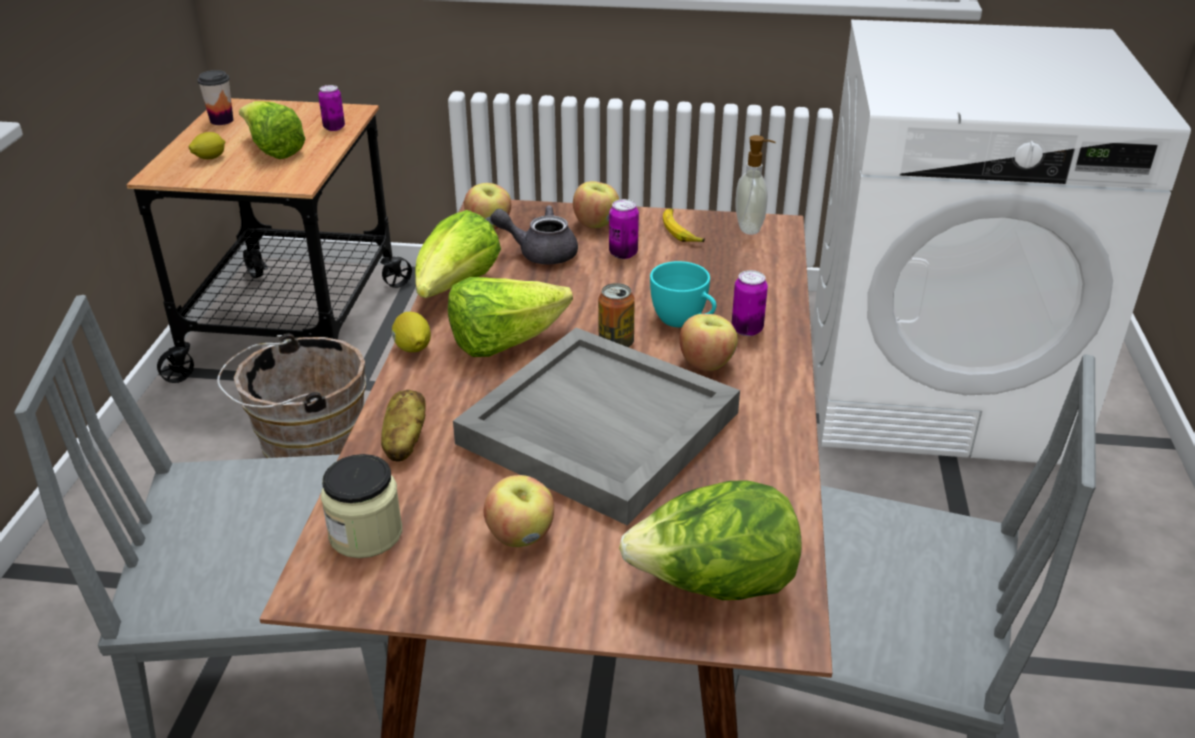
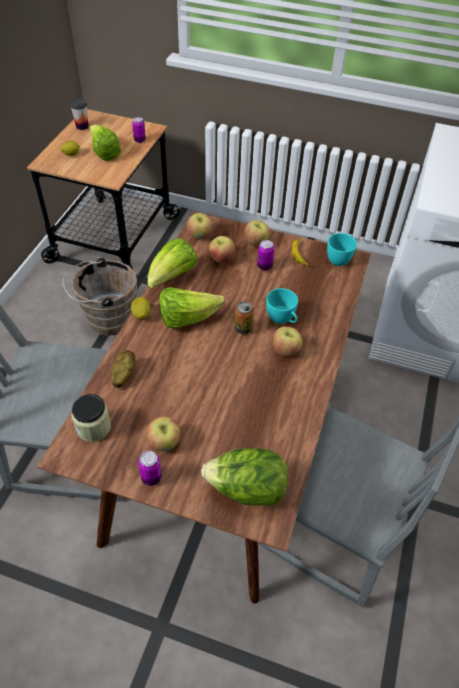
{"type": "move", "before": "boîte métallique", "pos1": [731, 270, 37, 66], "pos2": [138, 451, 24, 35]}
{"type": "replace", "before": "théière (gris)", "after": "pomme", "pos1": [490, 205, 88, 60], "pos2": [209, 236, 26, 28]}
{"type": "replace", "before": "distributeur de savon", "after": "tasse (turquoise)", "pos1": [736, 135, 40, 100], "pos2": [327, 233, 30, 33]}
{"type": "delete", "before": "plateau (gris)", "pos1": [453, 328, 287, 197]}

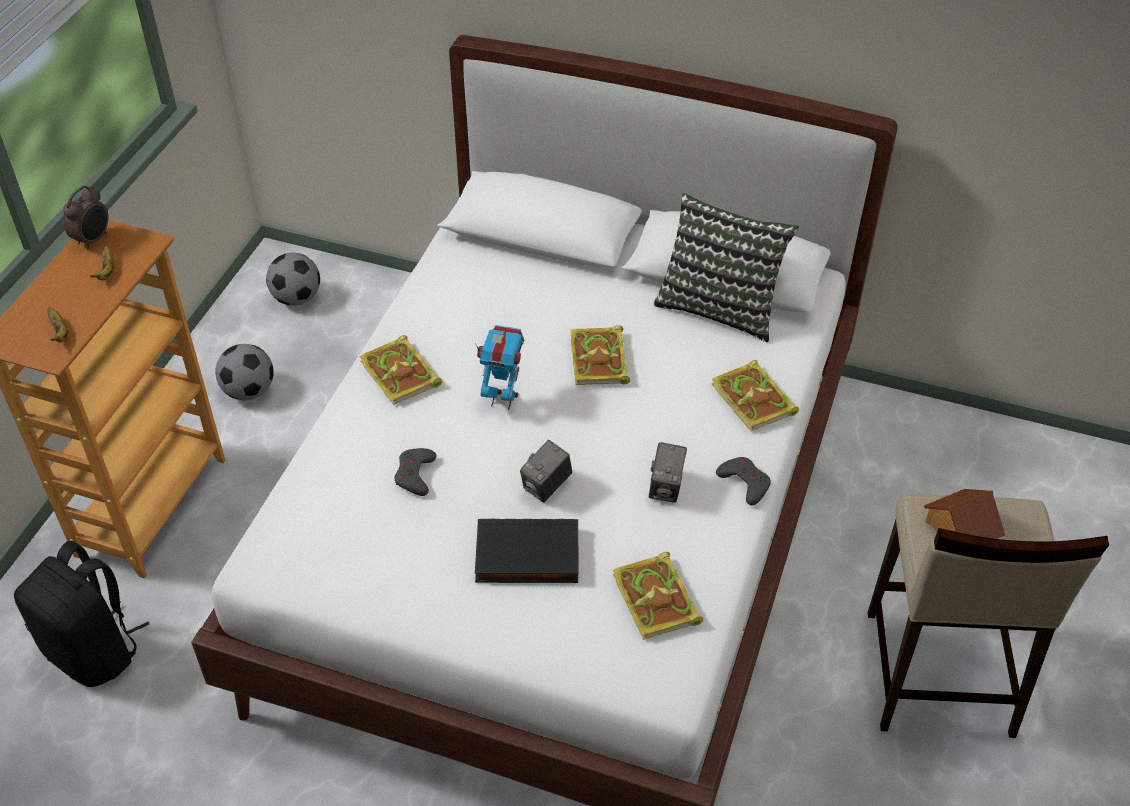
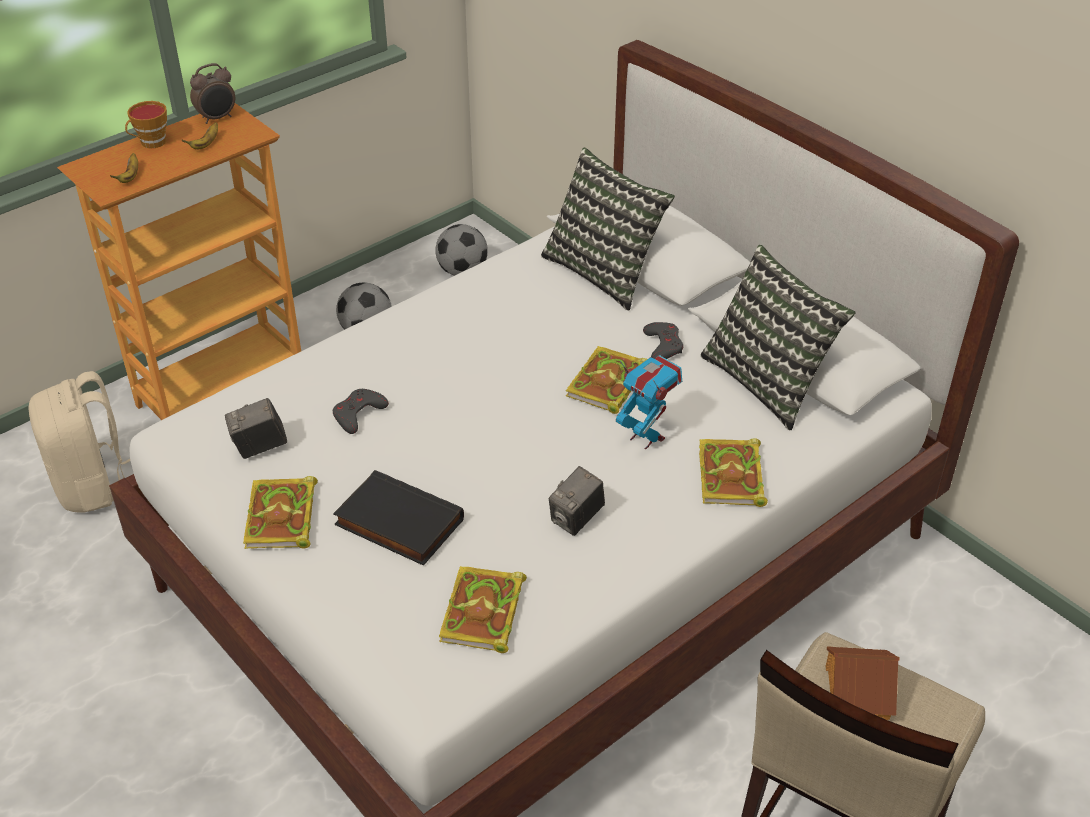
{"type": "recolor", "before": "sac à dos (noir)", "after": "sac à dos (beige)", "pos1": [14, 541, 135, 146], "pos2": [29, 371, 101, 142]}
{"type": "insert", "after": "tasse", "pos2": [125, 101, 42, 47]}
{"type": "move", "before": "appareil photo", "pos1": [520, 440, 52, 62], "pos2": [225, 398, 62, 61]}
{"type": "move", "before": "livre", "pos1": [359, 335, 83, 70], "pos2": [243, 476, 75, 73]}
{"type": "insert", "after": "coussin", "pos2": [541, 148, 134, 163]}
{"type": "move", "before": "robot jouet", "pos1": [475, 325, 49, 85], "pos2": [616, 355, 66, 95]}
{"type": "move", "before": "manette (gris)", "pos1": [716, 457, 55, 49], "pos2": [643, 322, 41, 37]}

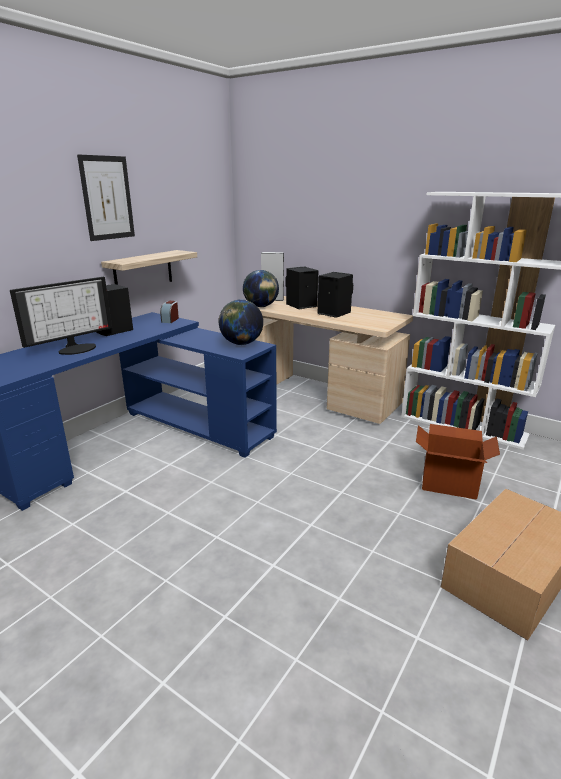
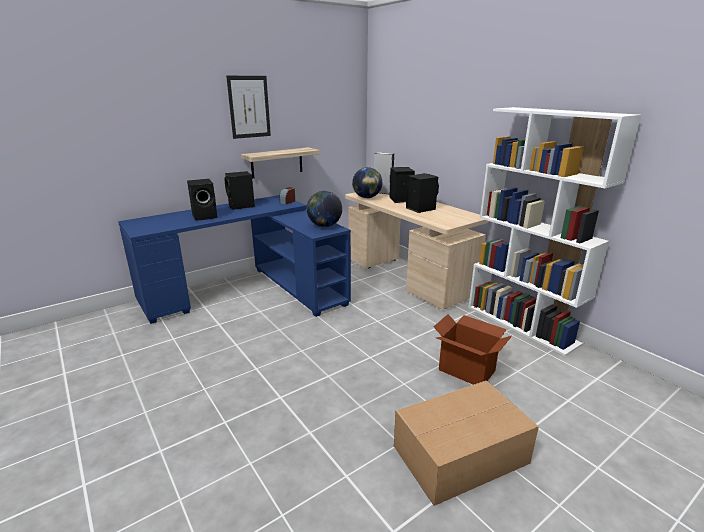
{"type": "replace", "before": "écran d'ordinateur", "after": "enceinte (noir)", "pos1": [10, 277, 102, 78], "pos2": [187, 179, 31, 42]}

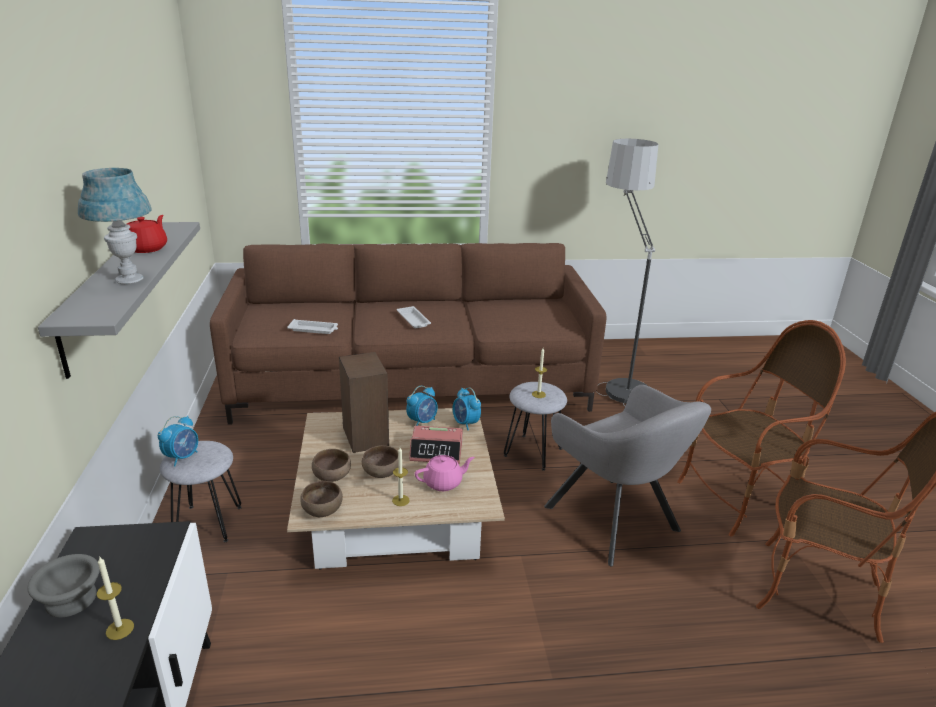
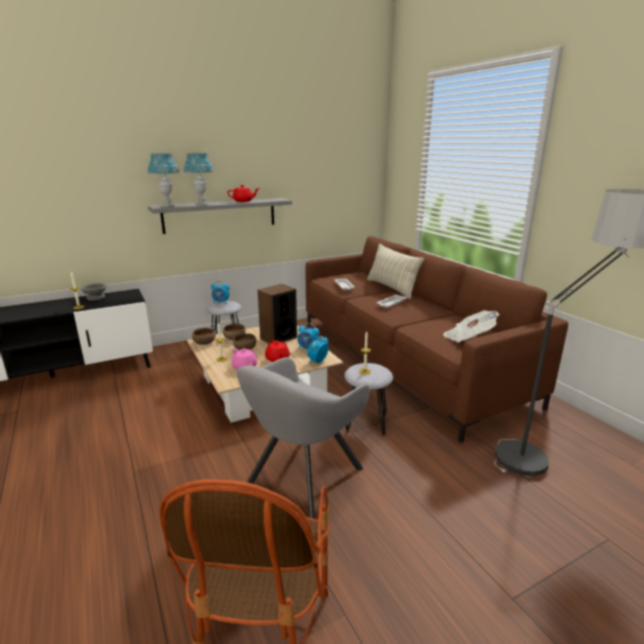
{"type": "insert", "after": "lampe de table (bleu)", "pos2": [148, 153, 32, 54]}
{"type": "replace", "before": "réveil", "after": "théière (rouge)", "pos1": [409, 426, 54, 38], "pos2": [265, 340, 25, 22]}
{"type": "insert", "after": "coussin", "pos2": [367, 244, 57, 55]}
{"type": "insert", "after": "journal", "pos2": [443, 310, 56, 33]}
{"type": "delete", "before": "fauteuil", "pos1": [677, 320, 169, 217]}

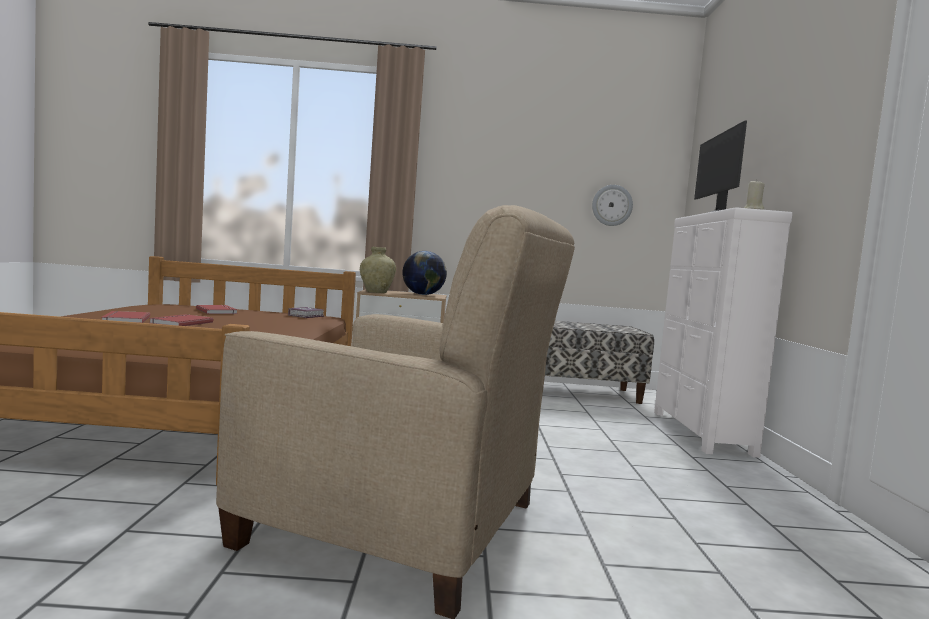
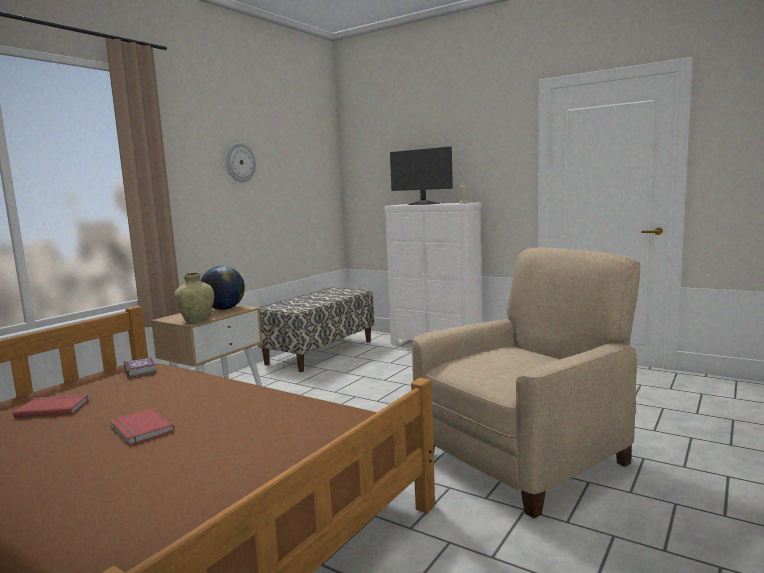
{"type": "move", "before": "horloge murale", "pos1": [592, 185, 41, 41], "pos2": [226, 143, 30, 39]}
{"type": "delete", "before": "livre (rouge)", "pos1": [101, 311, 49, 12]}

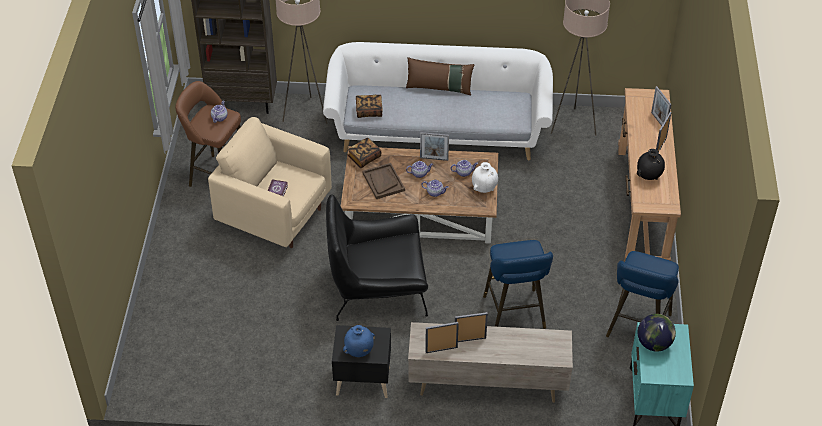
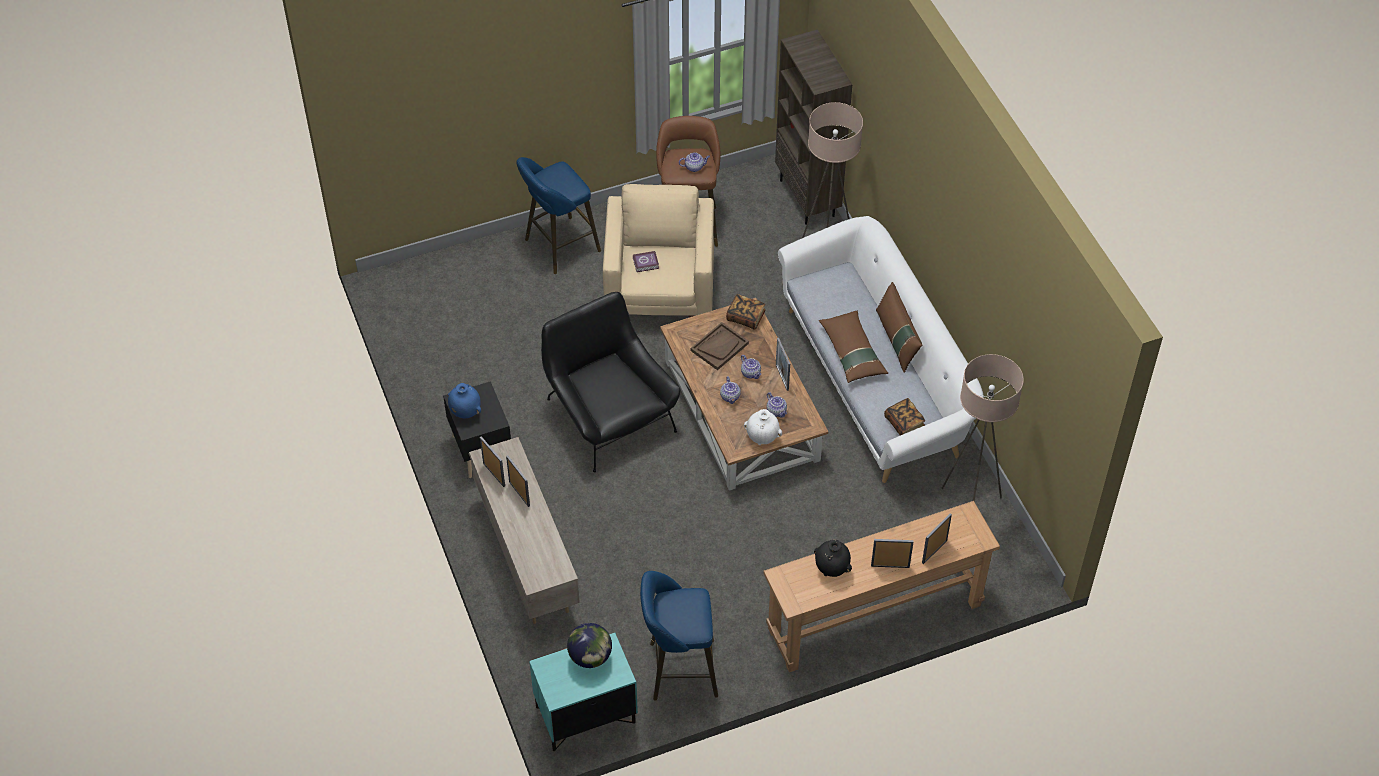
{"type": "move", "before": "tabouret (bleu)", "pos1": [483, 240, 70, 89], "pos2": [516, 157, 85, 117]}
{"type": "insert", "after": "coussin (marron)", "pos2": [819, 311, 69, 72]}
{"type": "move", "before": "livre", "pos1": [356, 95, 26, 23], "pos2": [884, 398, 41, 37]}

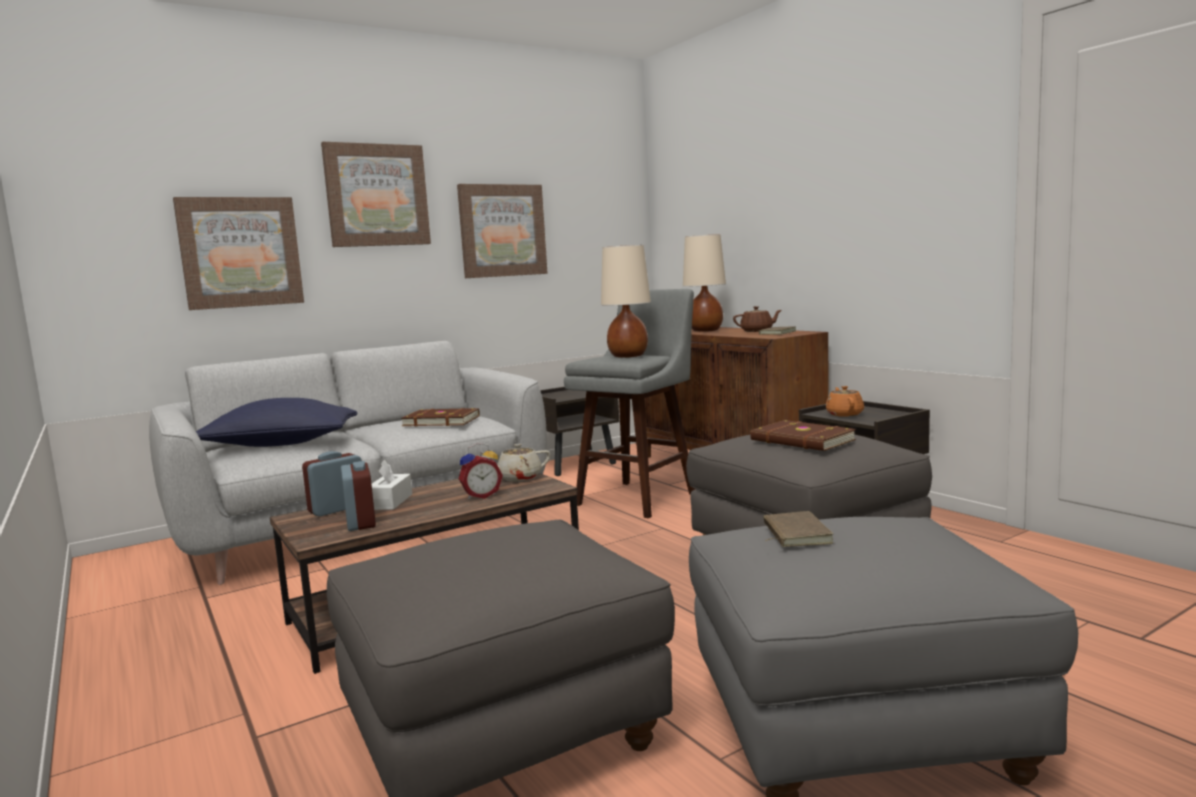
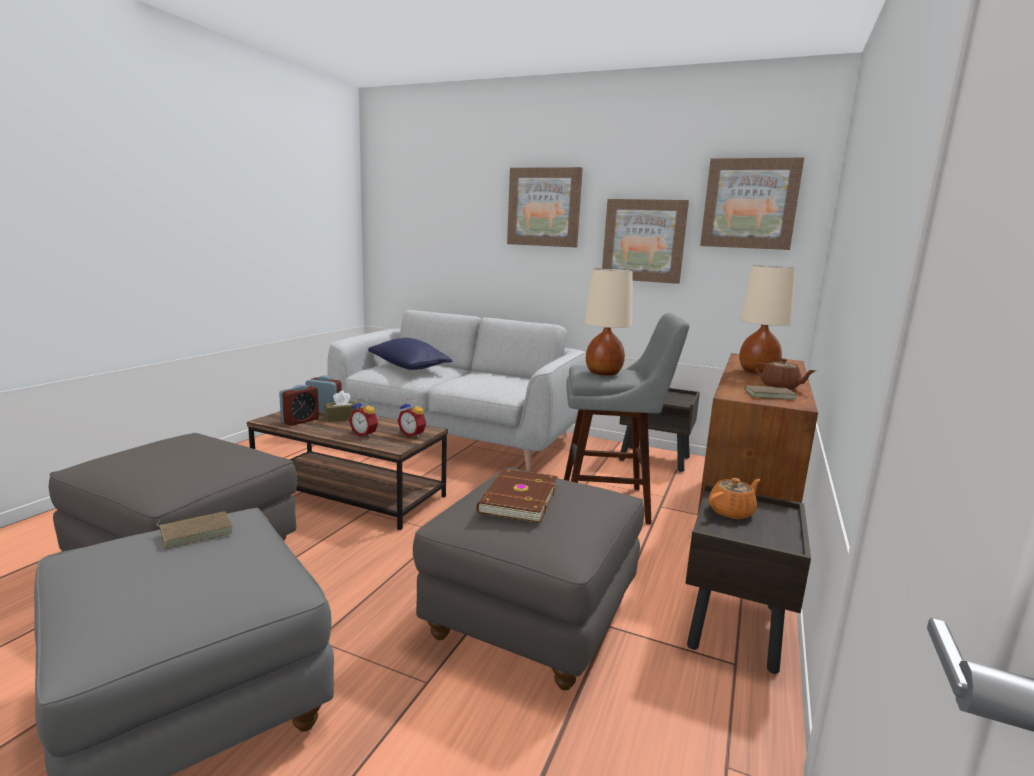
{"type": "recolor", "before": "boîte à mouchoirs (blanc)", "after": "boîte à mouchoirs (marron)", "pos1": [372, 460, 40, 50], "pos2": [324, 391, 37, 31]}
{"type": "replace", "before": "théière (beige)", "after": "réveil", "pos1": [481, 444, 70, 38], "pos2": [398, 399, 28, 39]}
{"type": "move", "before": "tableau", "pos1": [173, 197, 131, 113], "pos2": [700, 157, 104, 93]}
{"type": "delete", "before": "livre (marron)", "pos1": [401, 408, 79, 19]}

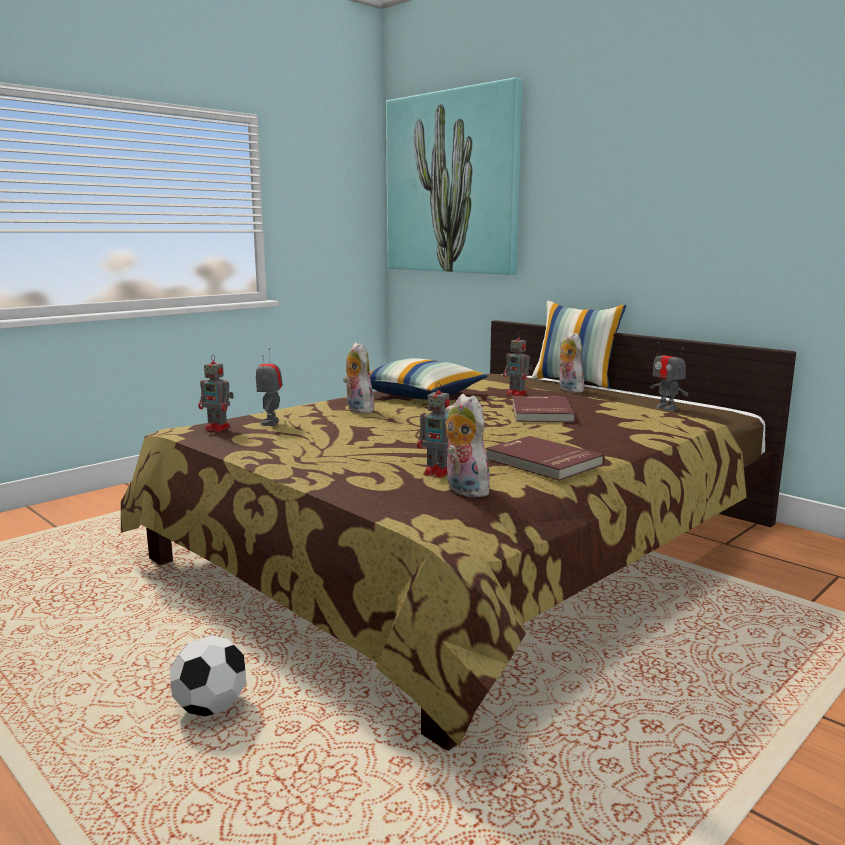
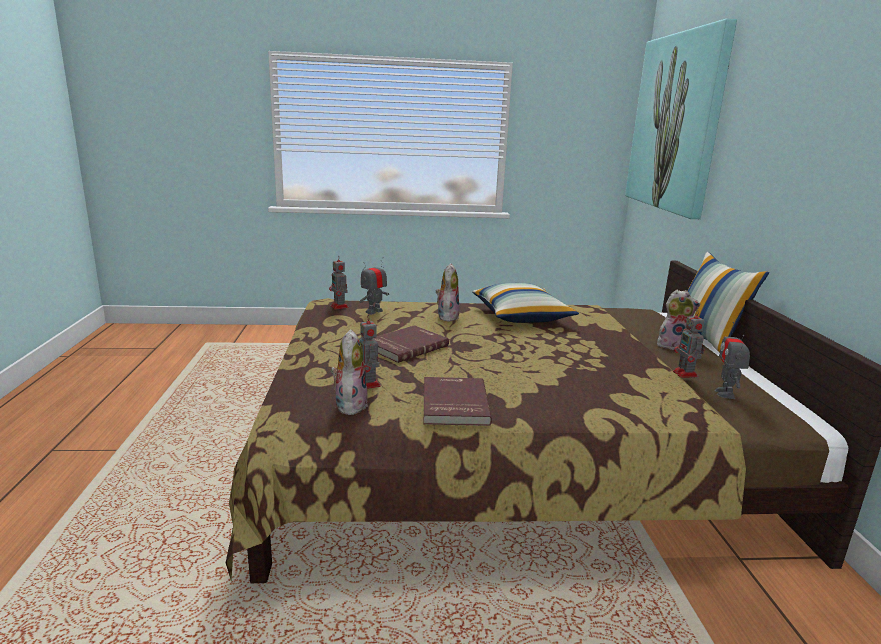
{"type": "move", "before": "livre (rouge)", "pos1": [512, 396, 64, 27], "pos2": [374, 325, 75, 38]}
{"type": "rotate", "before": "peluche", "pos1": [559, 332, 25, 61], "pos2": [657, 290, 43, 60], "turn": 75}
{"type": "move", "before": "robot jouet", "pos1": [503, 333, 30, 63], "pos2": [673, 312, 32, 66]}
{"type": "delete", "before": "ballon de foot", "pos1": [170, 635, 76, 82]}

